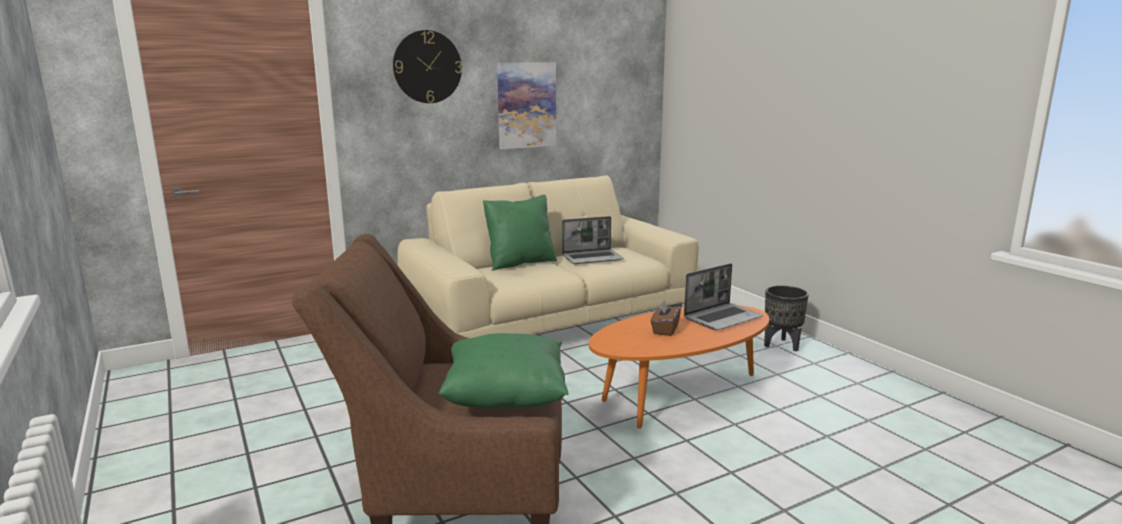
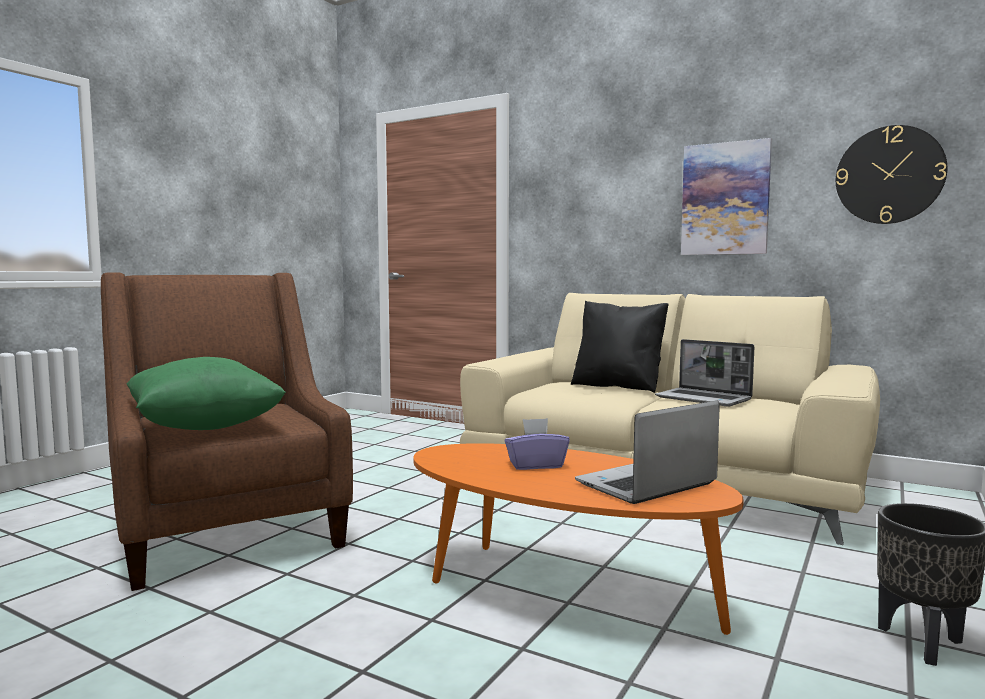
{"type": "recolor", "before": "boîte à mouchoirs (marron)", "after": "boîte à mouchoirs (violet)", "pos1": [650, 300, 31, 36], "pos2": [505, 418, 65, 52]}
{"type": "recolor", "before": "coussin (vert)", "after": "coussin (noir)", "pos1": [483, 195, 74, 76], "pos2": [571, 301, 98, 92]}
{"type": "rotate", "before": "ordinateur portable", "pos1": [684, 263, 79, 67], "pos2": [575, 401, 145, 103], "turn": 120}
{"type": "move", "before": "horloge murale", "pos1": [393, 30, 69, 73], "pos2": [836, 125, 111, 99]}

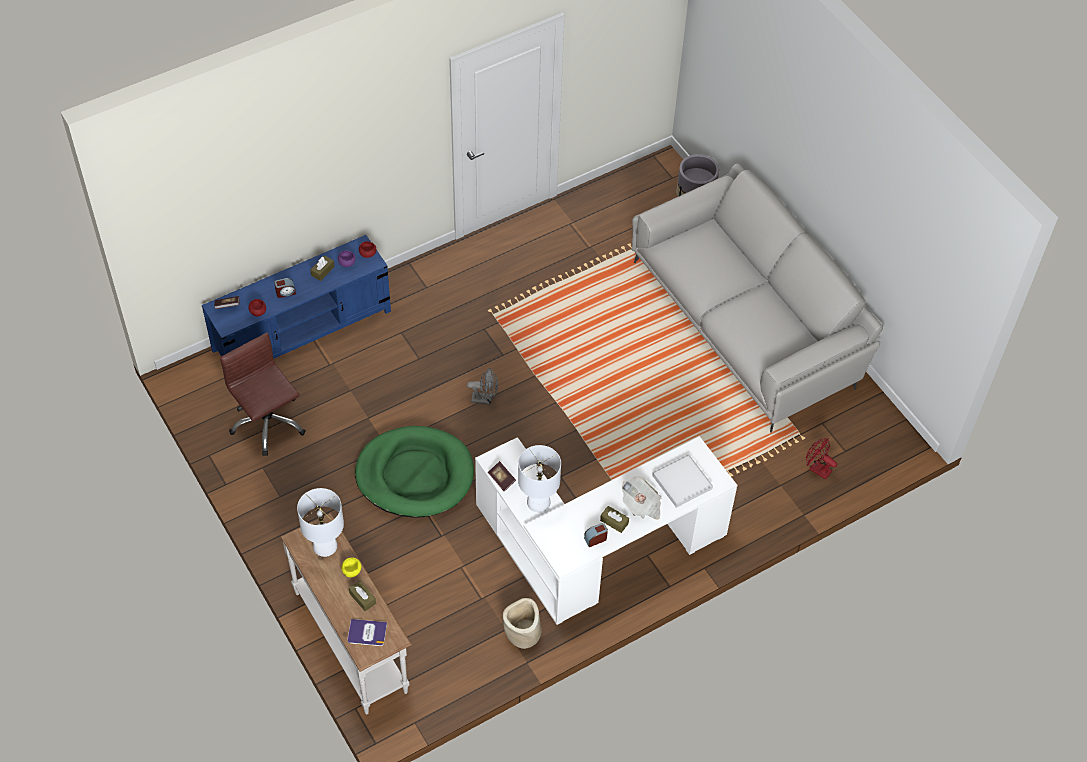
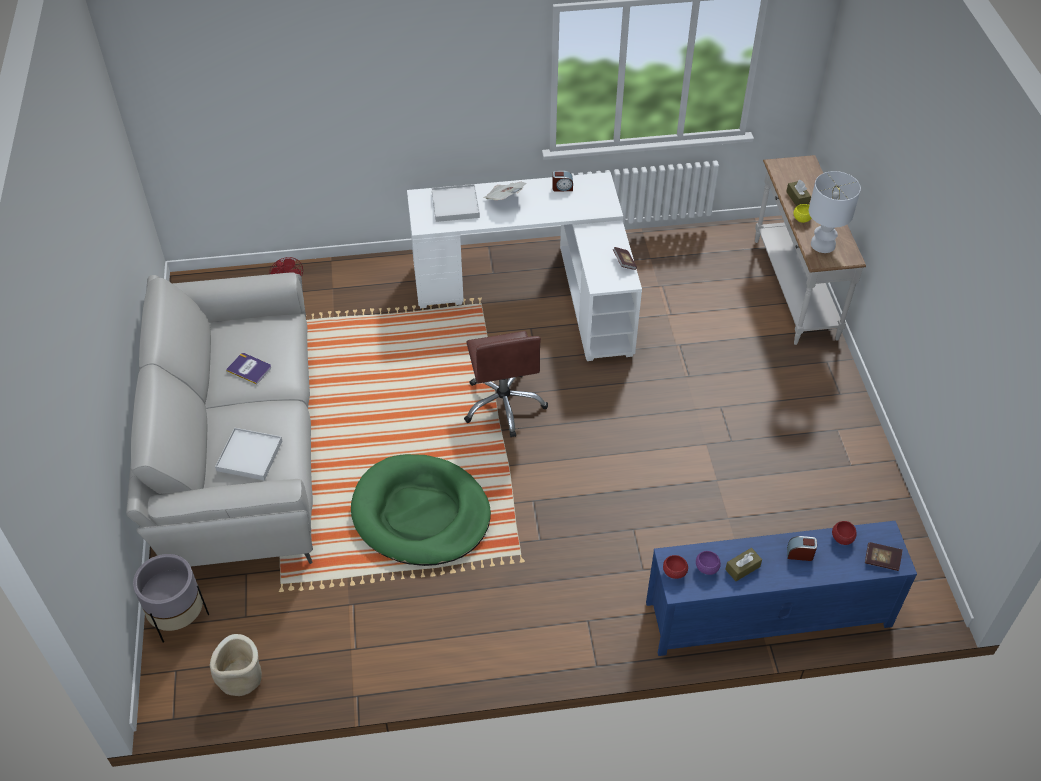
{"type": "move", "before": "cache-pot (beige)", "pos1": [503, 598, 39, 51], "pos2": [210, 634, 52, 62]}
{"type": "insert", "after": "plateau (blanc)", "pos2": [215, 428, 67, 52]}
{"type": "move", "before": "livre", "pos1": [347, 619, 40, 27], "pos2": [226, 353, 45, 31]}
{"type": "move", "before": "panier pour chien (vert)", "pos1": [355, 426, 119, 92], "pos2": [351, 454, 140, 112]}
{"type": "move", "before": "chaise de bureau (marron)", "pos1": [220, 332, 86, 124], "pos2": [464, 331, 84, 107]}
{"type": "delete", "before": "ventilateur (gris)", "pos1": [467, 368, 31, 37]}
{"type": "delete", "before": "lampe de table (blanc)", "pos1": [518, 445, 43, 67]}
{"type": "delete", "before": "boîte à mouchoirs (marron)", "pos1": [600, 506, 29, 27]}

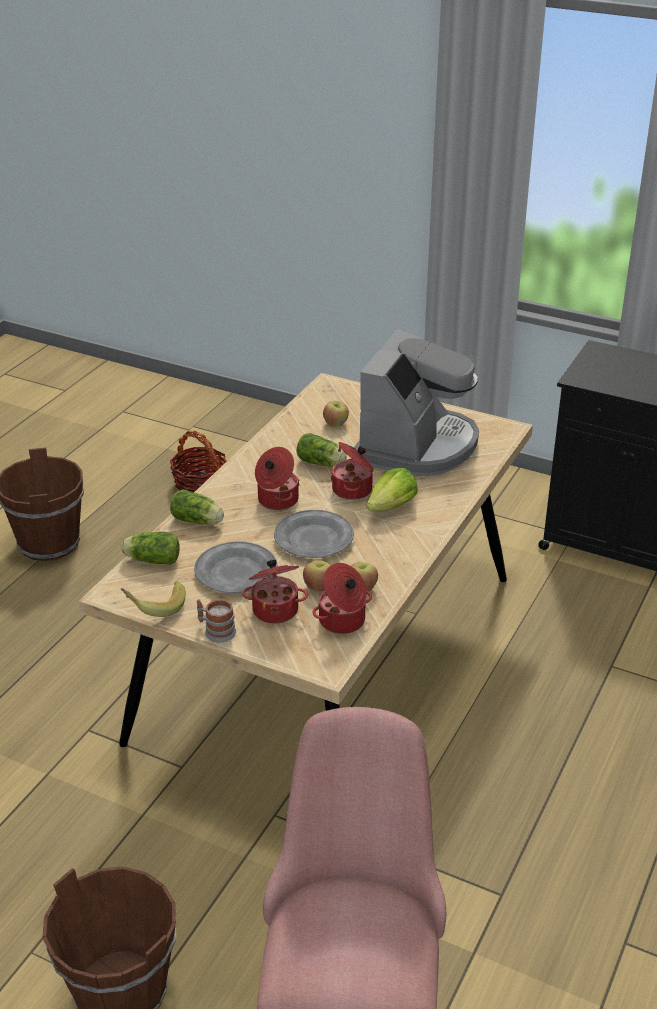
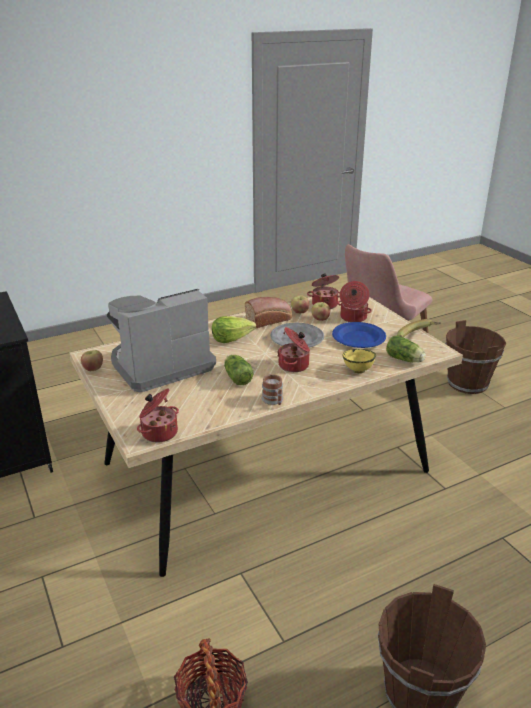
{"type": "move", "before": "pomme", "pos1": [323, 401, 26, 26], "pos2": [81, 350, 22, 21]}
{"type": "move", "before": "marmite", "pos1": [330, 442, 44, 58], "pos2": [137, 388, 42, 54]}
{"type": "insert", "after": "pain", "pos2": [245, 297, 47, 31]}
{"type": "move", "before": "mug", "pos1": [197, 599, 39, 44], "pos2": [261, 374, 22, 31]}
{"type": "recolor", "before": "assiette (gris)", "after": "assiette (bleu)", "pos1": [194, 541, 84, 52], "pos2": [332, 322, 54, 26]}
{"type": "replace", "before": "laitue", "after": "bol (jaune)", "pos1": [170, 489, 54, 36], "pos2": [342, 349, 34, 24]}

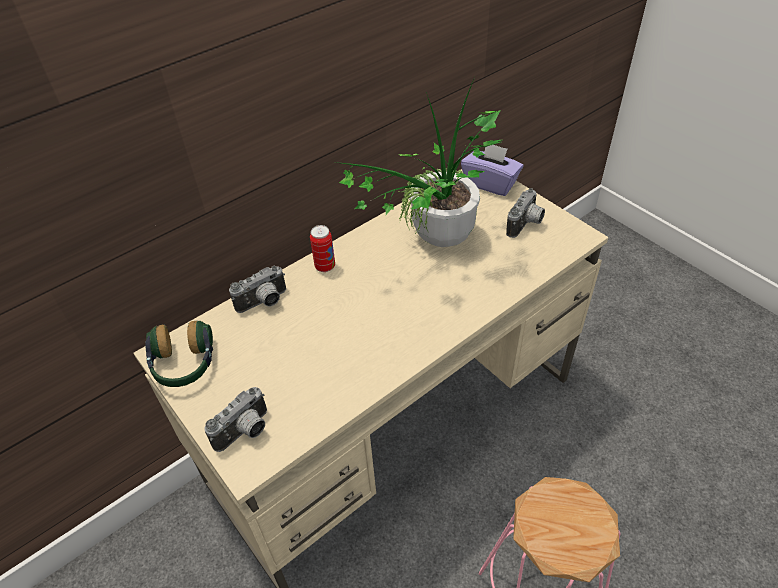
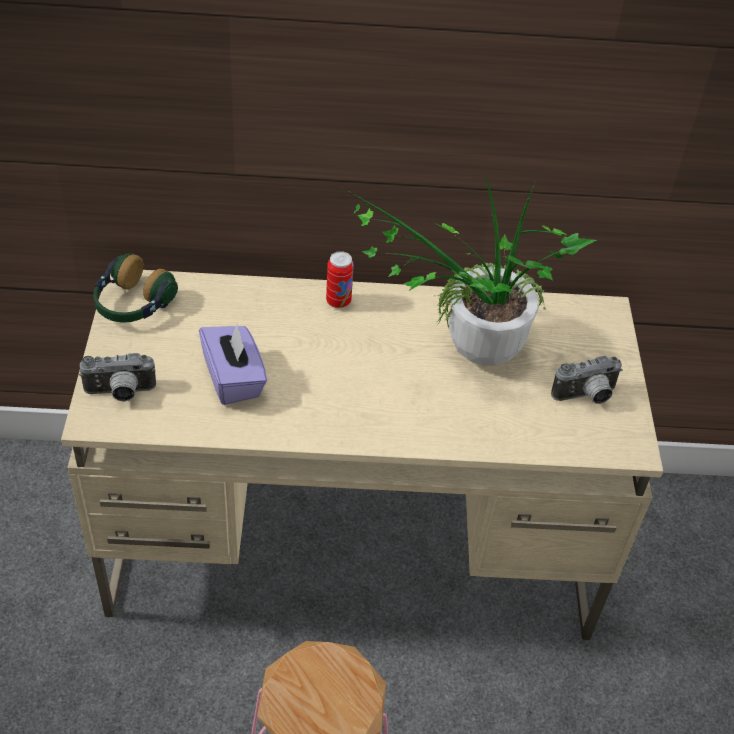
{"type": "move", "before": "boîte à mouchoirs (violet)", "pos1": [461, 145, 62, 51], "pos2": [199, 324, 68, 81]}
{"type": "delete", "before": "appareil photo", "pos1": [229, 266, 57, 47]}

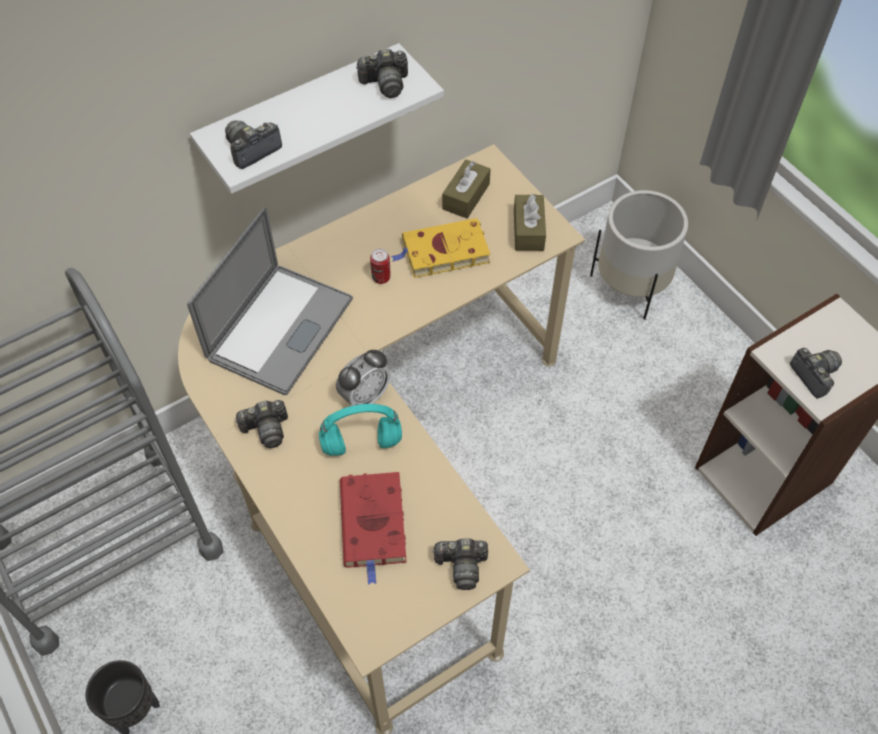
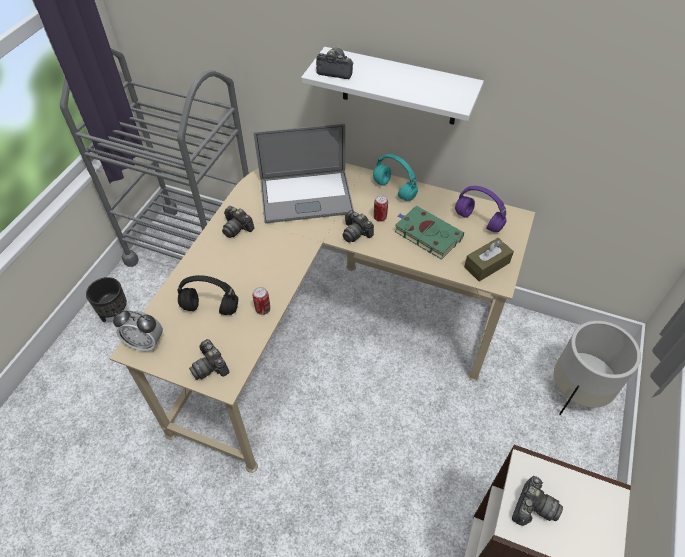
{"type": "move", "before": "réveil", "pos1": [336, 350, 54, 56], "pos2": [113, 310, 50, 41]}
{"type": "replace", "before": "livre (rouge)", "after": "casque audio (noir)", "pos1": [340, 472, 67, 113], "pos2": [177, 275, 61, 40]}
{"type": "insert", "after": "boîte métallique", "pos2": [253, 287, 17, 28]}
{"type": "move", "before": "appareil photo", "pos1": [356, 48, 52, 50], "pos2": [343, 210, 31, 33]}
{"type": "move", "before": "casque audio (turquoise)", "pos1": [319, 404, 83, 52], "pos2": [373, 154, 45, 47]}
{"type": "recolor", "before": "livre (jaune)", "after": "livre (vert)", "pos1": [391, 218, 99, 60], "pos2": [394, 205, 70, 55]}
{"type": "replace", "before": "boîte à mouchoirs (marron)", "after": "casque audio (violet)", "pos1": [442, 160, 49, 58], "pos2": [455, 186, 52, 46]}

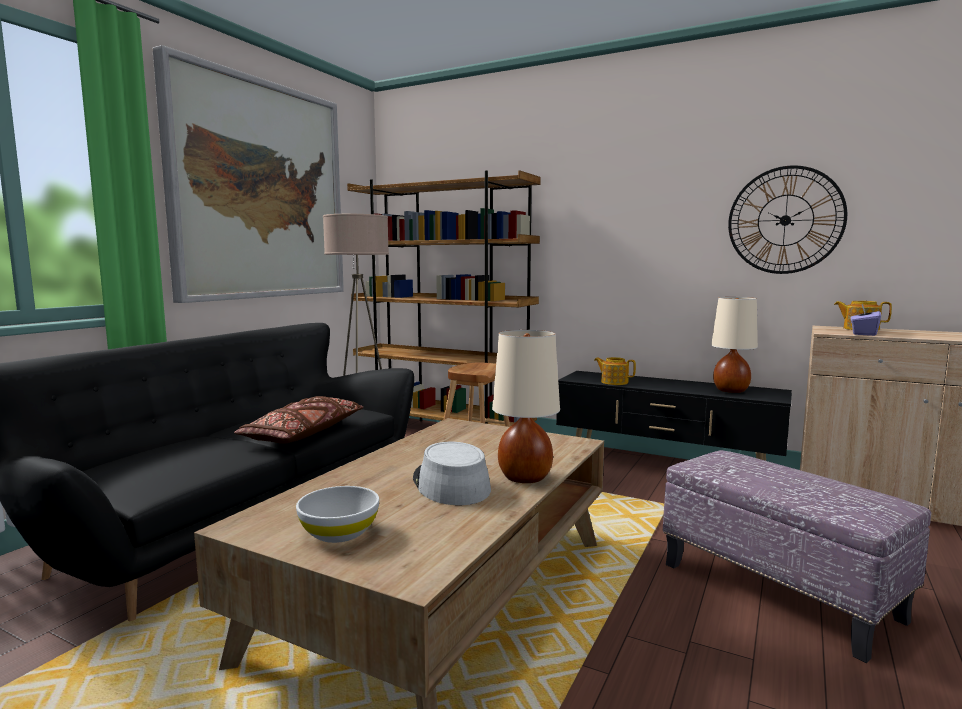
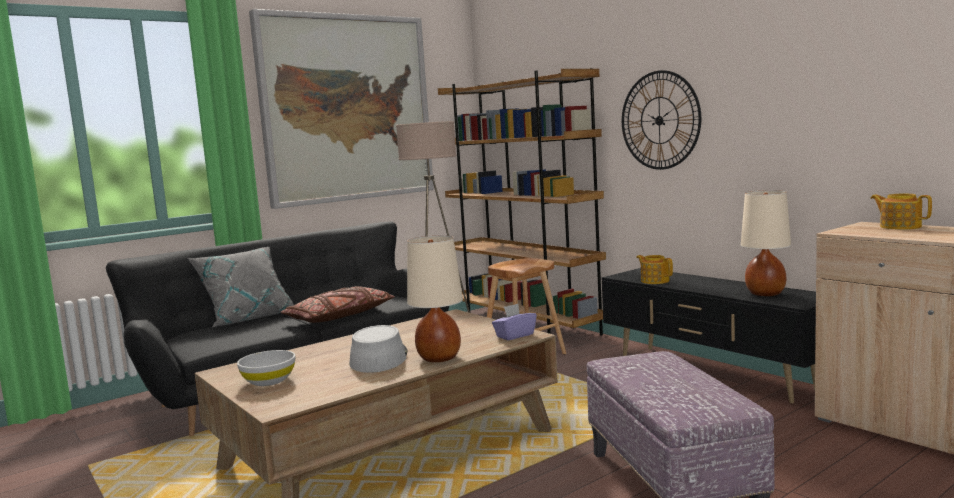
{"type": "insert", "after": "coussin (gris)", "pos2": [187, 247, 107, 80]}
{"type": "move", "before": "boîte à mouchoirs (violet)", "pos1": [850, 304, 31, 32], "pos2": [492, 304, 45, 36]}
{"type": "move", "before": "horloge murale", "pos1": [728, 165, 119, 109], "pos2": [622, 70, 79, 100]}

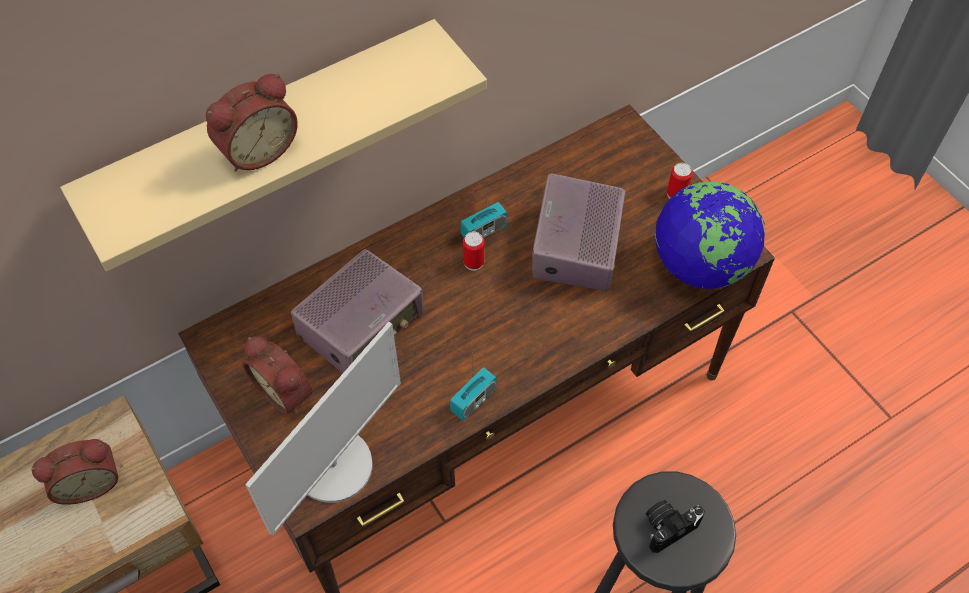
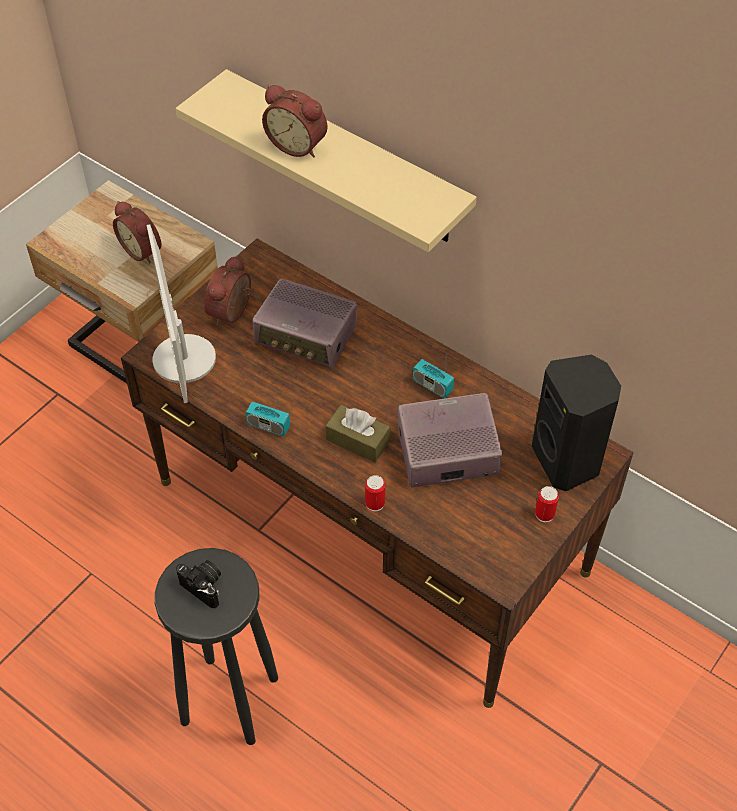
{"type": "rotate", "before": "écran d'ordinateur", "pos1": [245, 321, 156, 215], "pos2": [147, 225, 69, 178], "turn": 60}
{"type": "insert", "after": "boîte à mouchoirs (marron)", "pos2": [325, 405, 65, 57]}
{"type": "move", "before": "boîte métallique", "pos1": [463, 232, 22, 39], "pos2": [365, 475, 20, 36]}
{"type": "insert", "after": "enceinte (noir)", "pos2": [532, 355, 89, 136]}
{"type": "delete", "before": "globe", "pos1": [655, 181, 110, 108]}

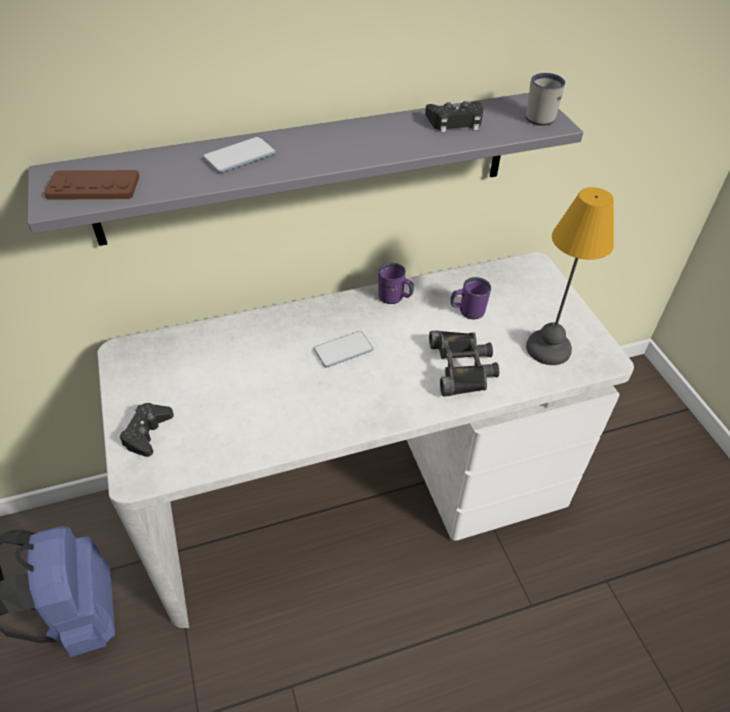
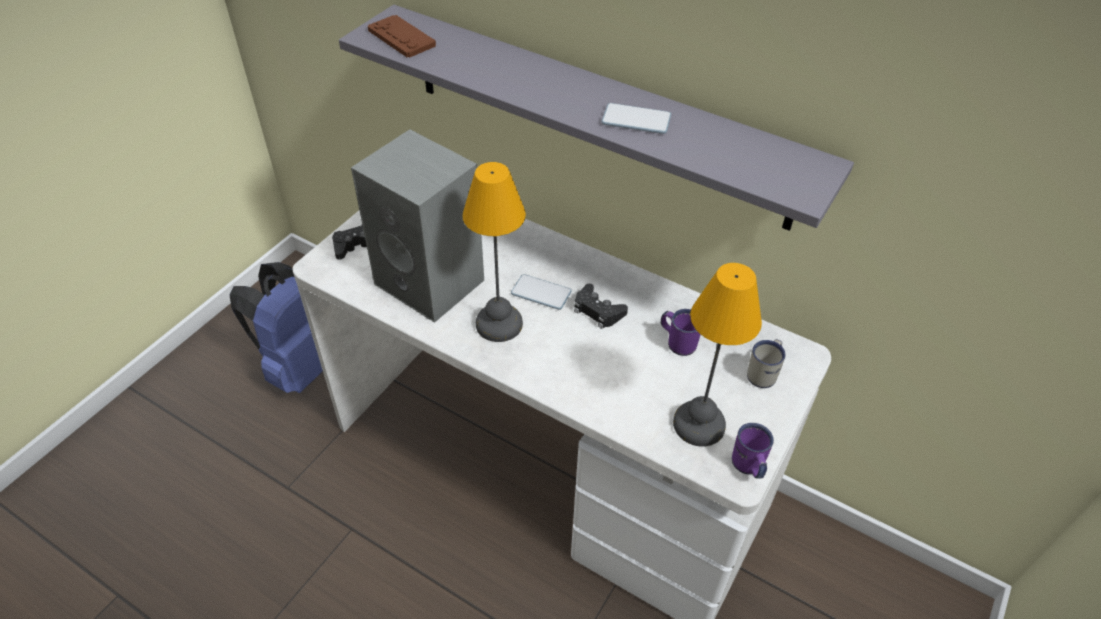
{"type": "insert", "after": "enceinte (gris)", "pos2": [351, 129, 133, 194]}
{"type": "insert", "after": "lampe de table", "pos2": [462, 162, 64, 180]}
{"type": "move", "before": "manette (noir)", "pos1": [425, 101, 58, 32], "pos2": [574, 284, 54, 45]}
{"type": "move", "before": "téléphone", "pos1": [203, 137, 73, 36], "pos2": [602, 103, 69, 31]}
{"type": "move", "before": "mug (violet)", "pos1": [378, 263, 36, 41], "pos2": [732, 423, 42, 56]}
{"type": "move", "before": "mug (blanc)", "pos1": [526, 73, 39, 53], "pos2": [747, 339, 39, 49]}
{"type": "delete", "before": "jumelles (noir)", "pos1": [429, 331, 70, 66]}

